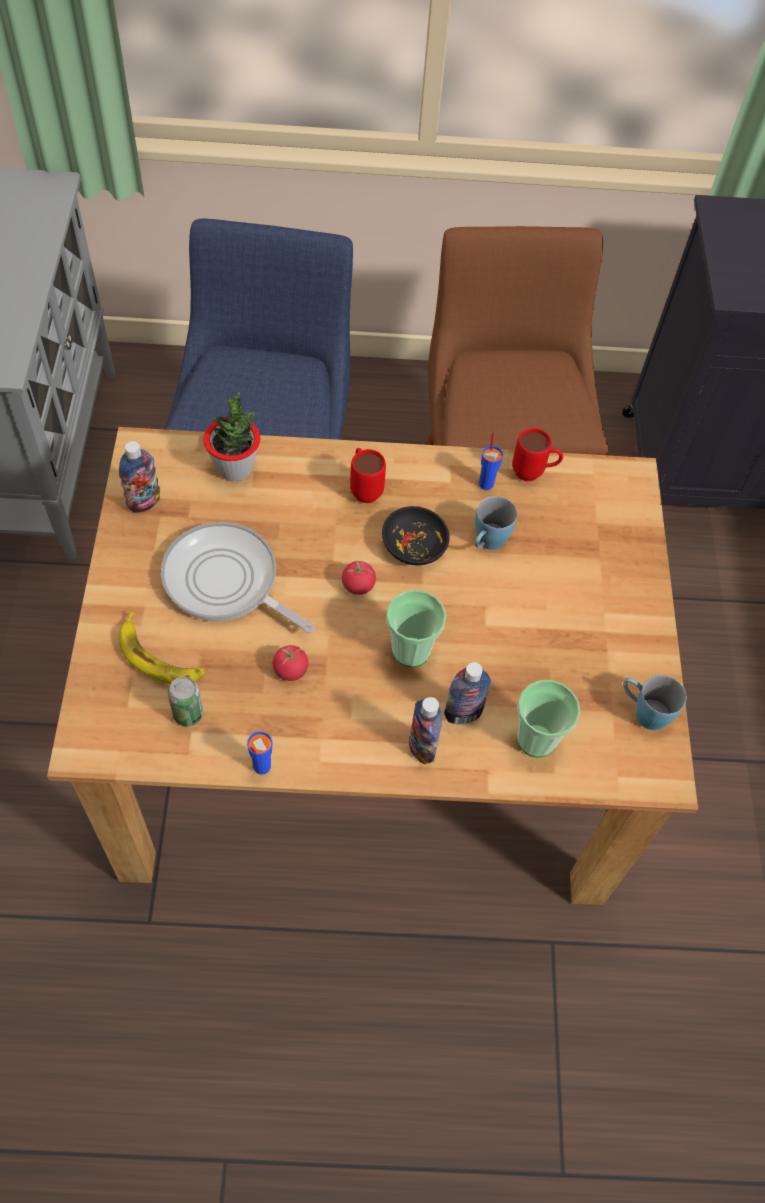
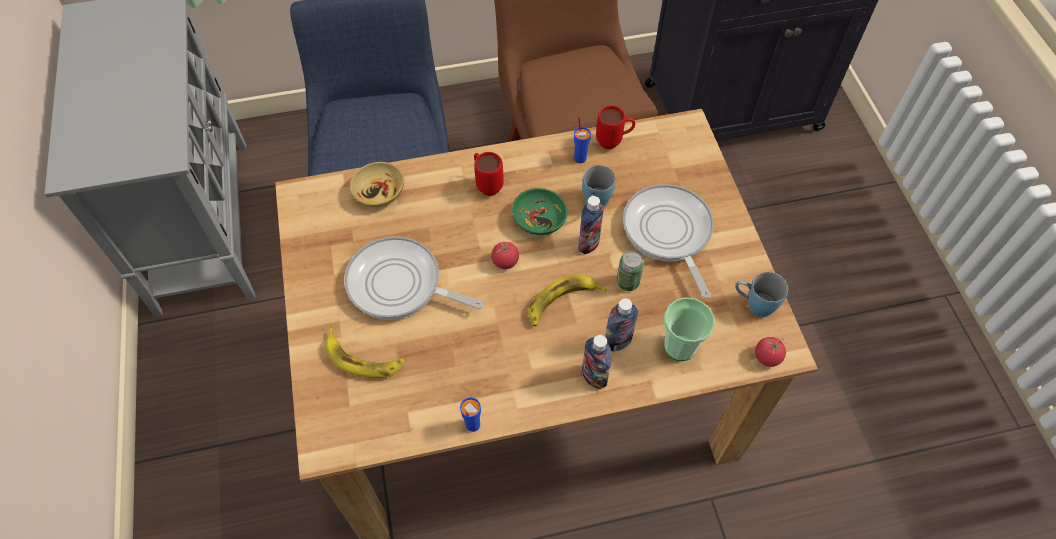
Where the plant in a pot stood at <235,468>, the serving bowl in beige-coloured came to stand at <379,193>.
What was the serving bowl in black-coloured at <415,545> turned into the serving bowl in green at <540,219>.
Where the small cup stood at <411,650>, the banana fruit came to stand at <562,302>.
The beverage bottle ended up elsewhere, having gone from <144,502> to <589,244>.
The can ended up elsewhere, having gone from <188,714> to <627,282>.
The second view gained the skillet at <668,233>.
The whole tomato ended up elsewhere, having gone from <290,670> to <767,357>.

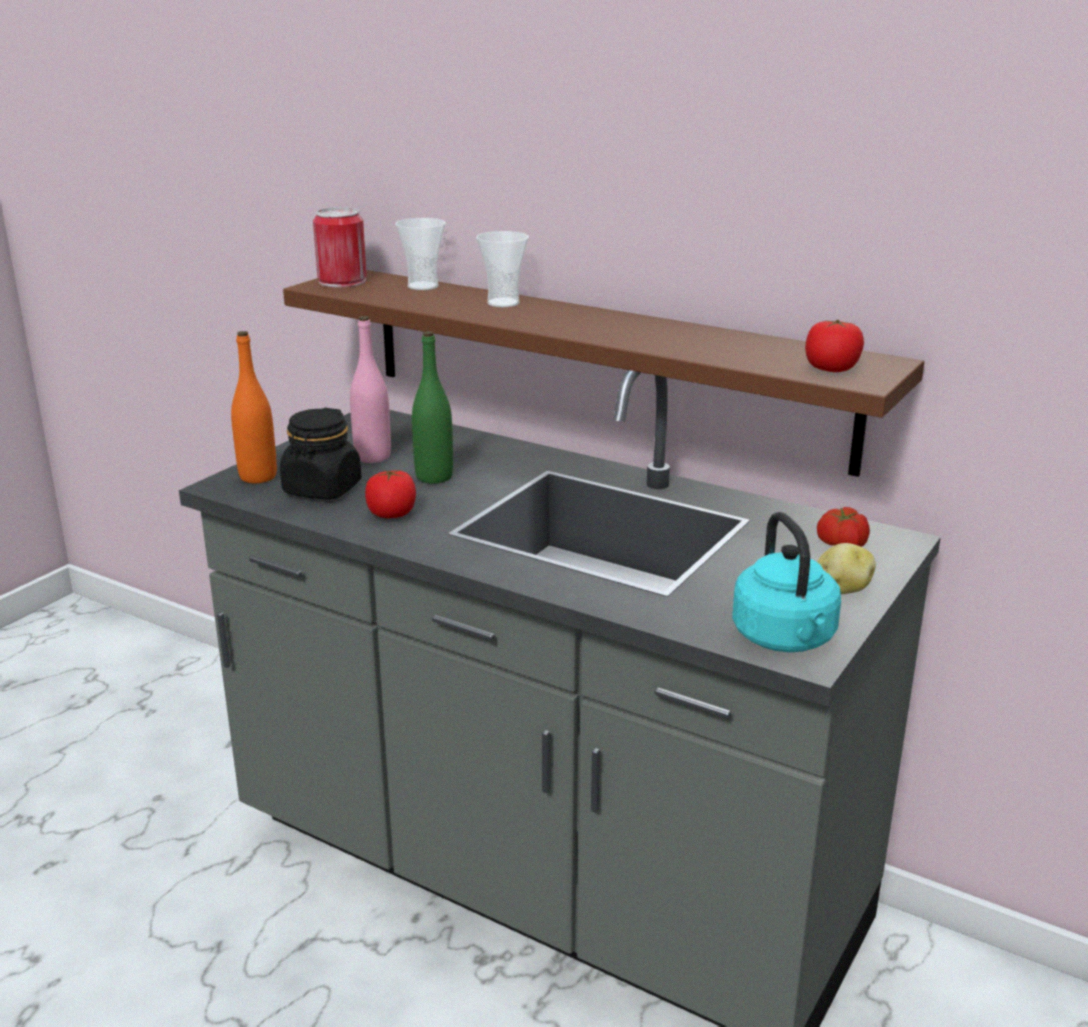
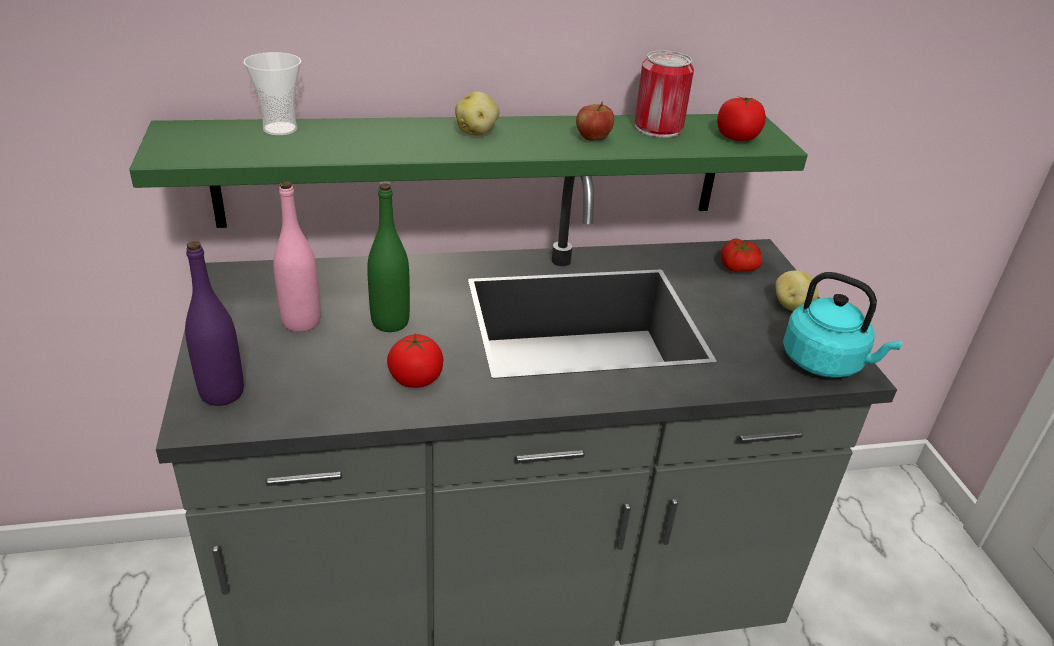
What was the bracket shelf in brownish at <600,364> turned into the bracket shelf in green at <476,168>.
What was the beverage bottle in orangey at <258,477> turned into the beverage bottle in purple-coloured at <222,393>.
The second view gained the whole potato at <477,132>.
The second view gained the apple fruit at <593,138>.
The can ended up elsewhere, having gone from <342,281> to <658,128>.
The second view lost the preserve jar in black-coloured at <322,489>.
The second view lost the small cup at <503,303>.

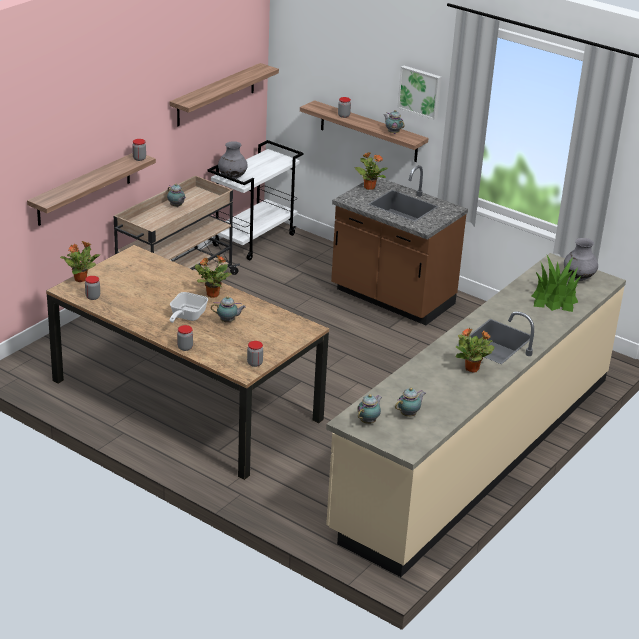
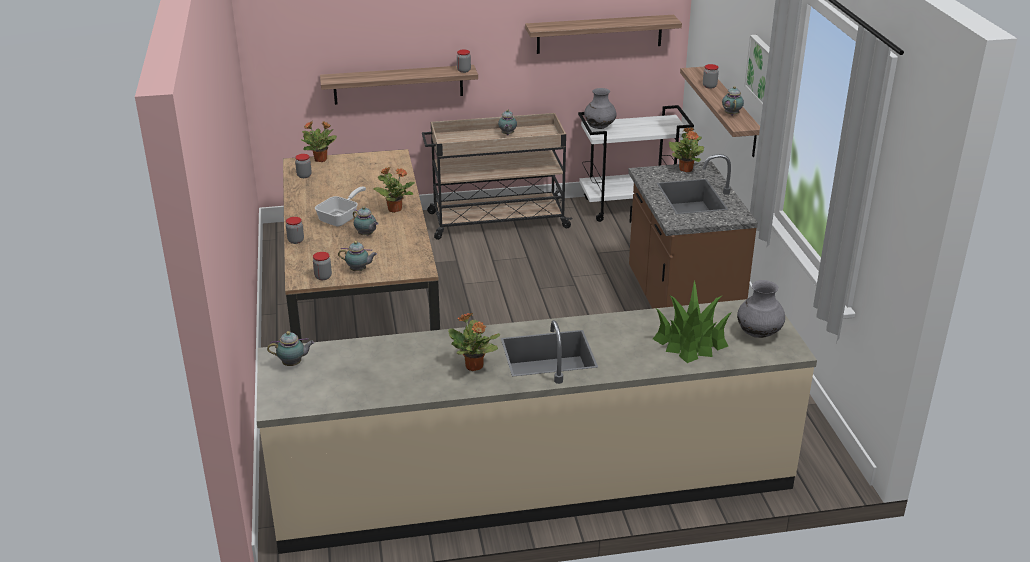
The skillet at <186,317> ended up facing another way, 150 degrees clockwise from before.
The teapot ended up elsewhere, having gone from <409,414> to <359,270>.

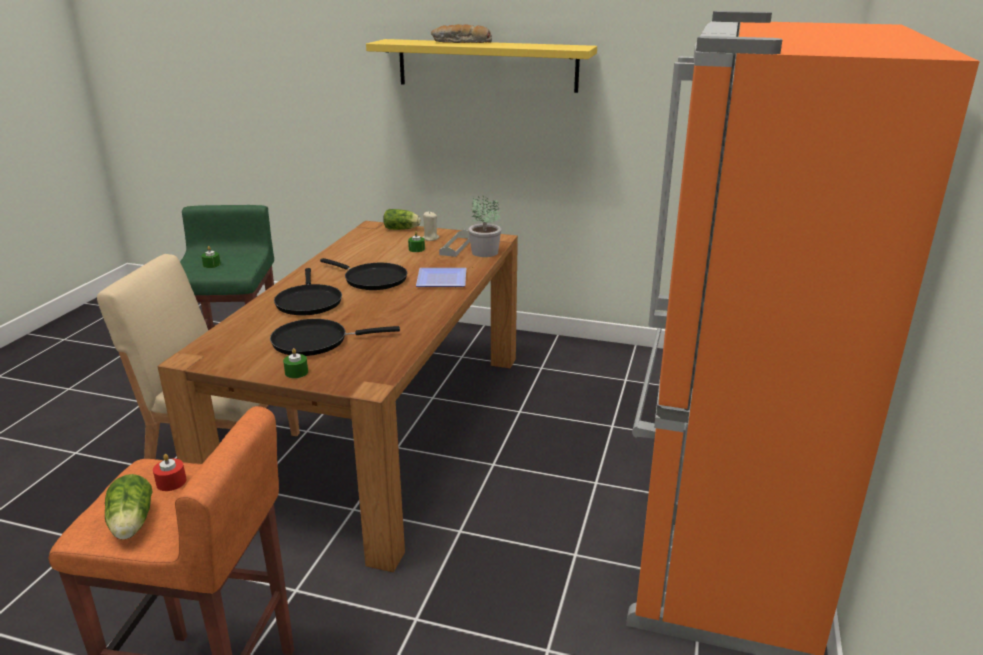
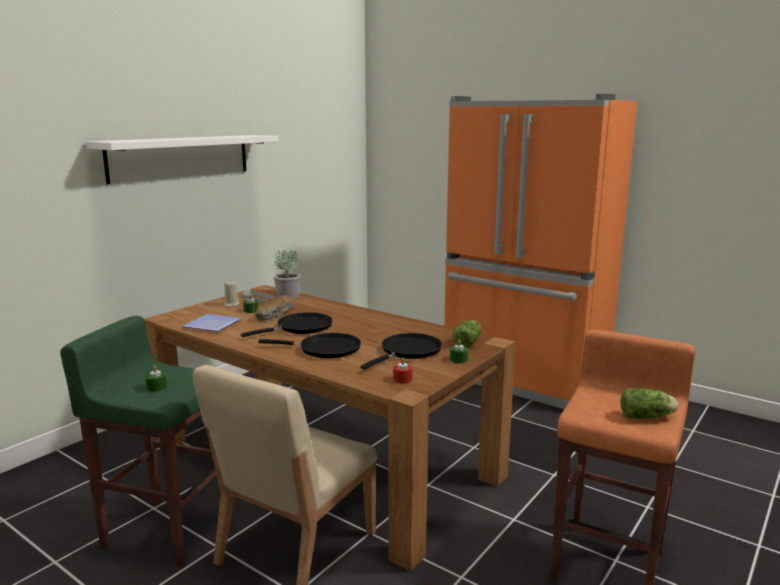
What was the bracket shelf in yellowish at <487,65> turned into the bracket shelf in white at <181,157>.
The flat dish ended up elsewhere, having gone from <440,281> to <212,326>.
The bakery bread ended up elsewhere, having gone from <461,43> to <275,314>.
The skillet in black-coloured at <315,341> ended up facing another way, 150 degrees counterclockwise from before.
The wax candle in red-coloured ended up elsewhere, having gone from <171,482> to <402,379>.
The lettuce head ended up elsewhere, having gone from <402,229> to <468,342>.

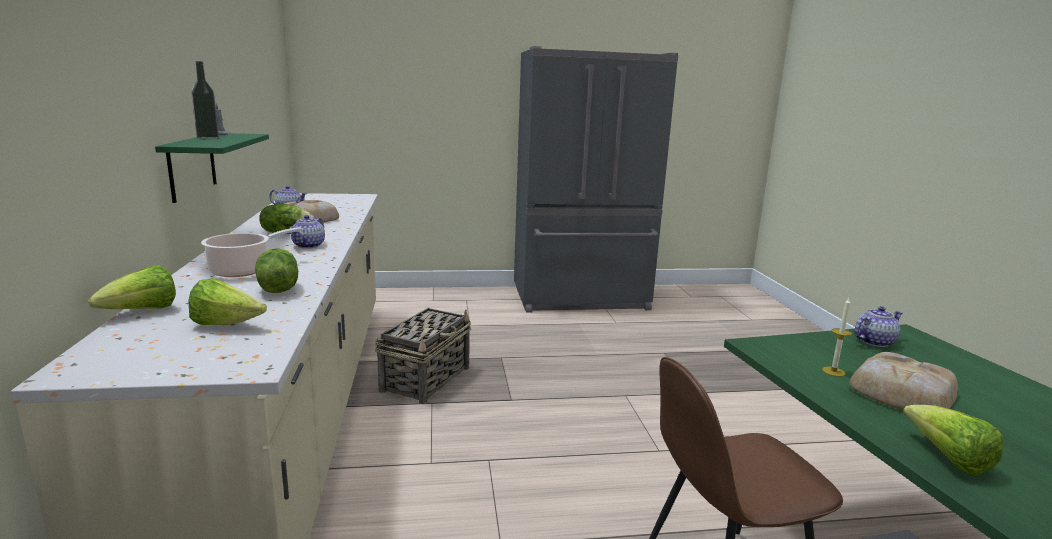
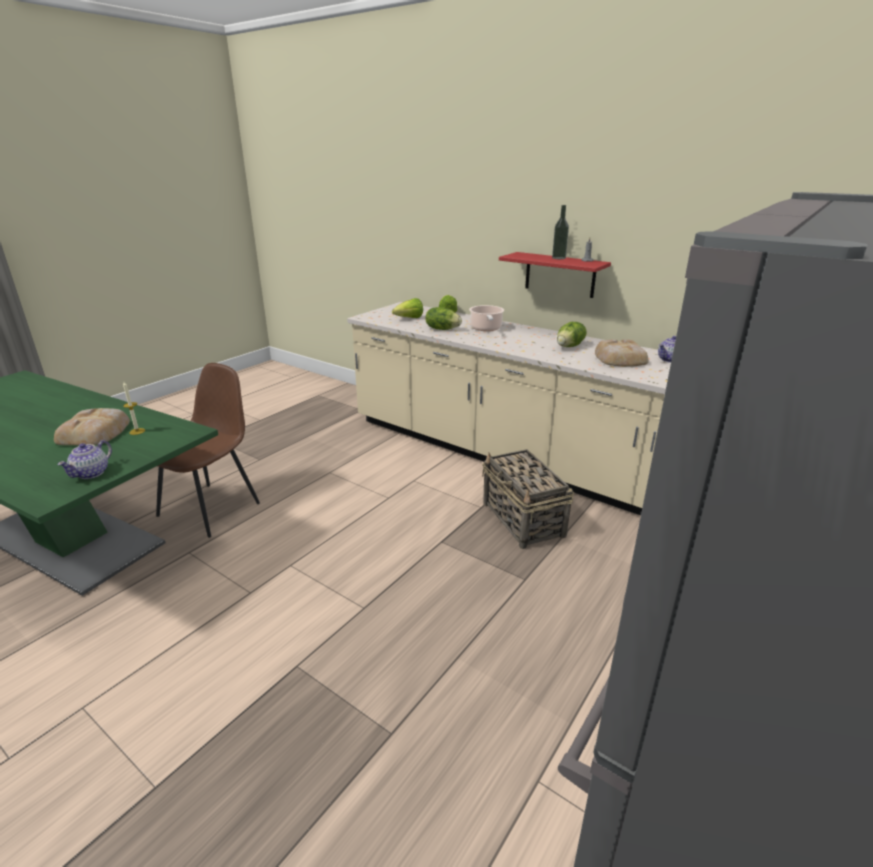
What was the bracket shelf in green at <192,166> turned into the bracket shelf in red-coloured at <560,275>.
The second view lost the teapot at <309,245>.
The second view lost the lettuce head at <948,459>.

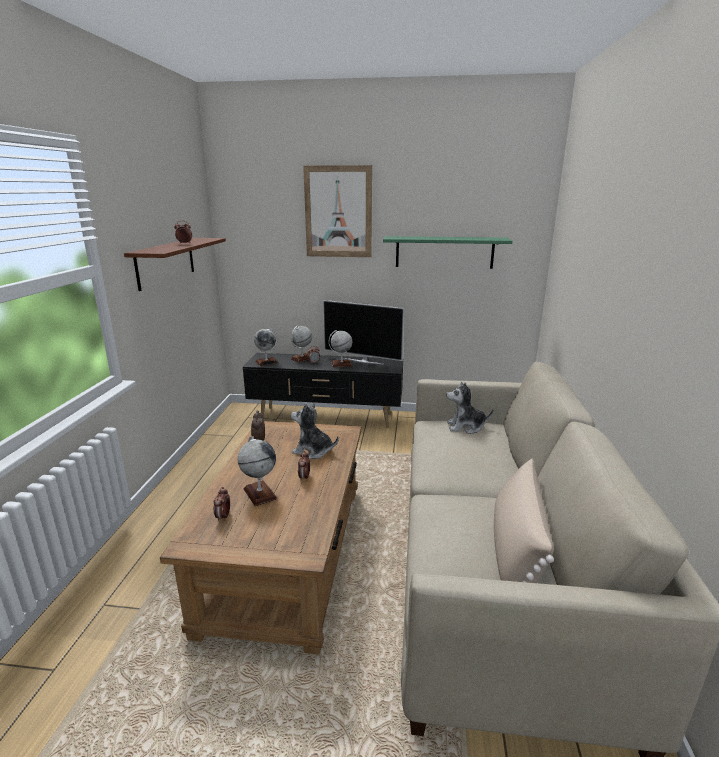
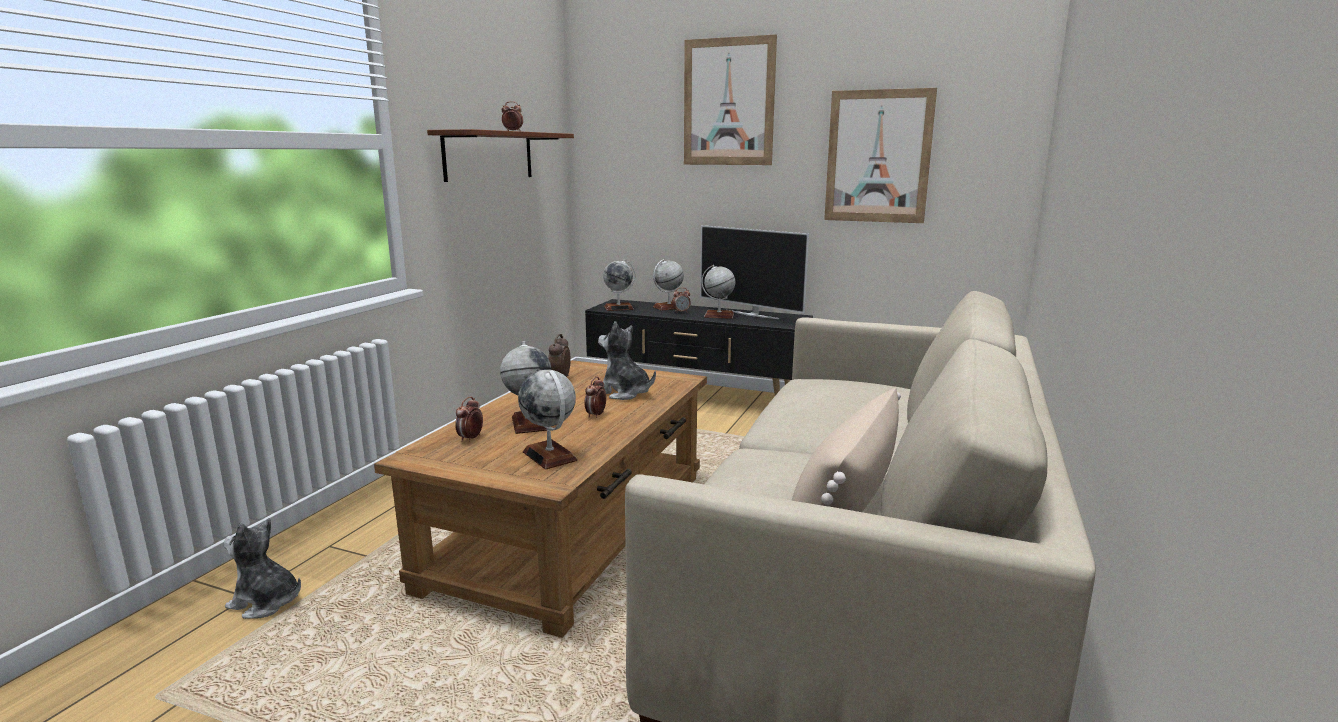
The plush toy ended up elsewhere, having gone from <466,427> to <266,602>.
The second view gained the world globe at <550,456>.
Where the bracket shelf in green hung at <444,252>, the wall picture came to hang at <878,157>.

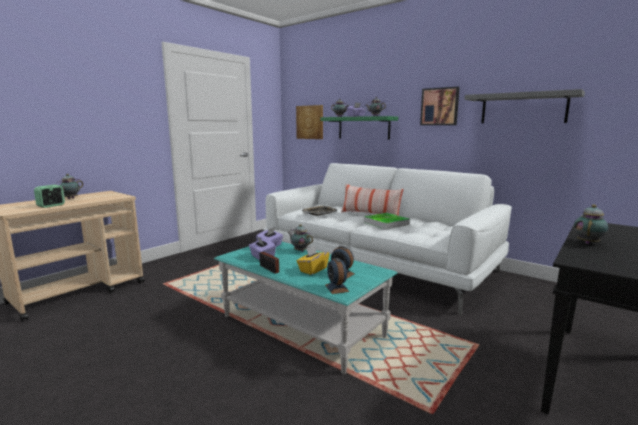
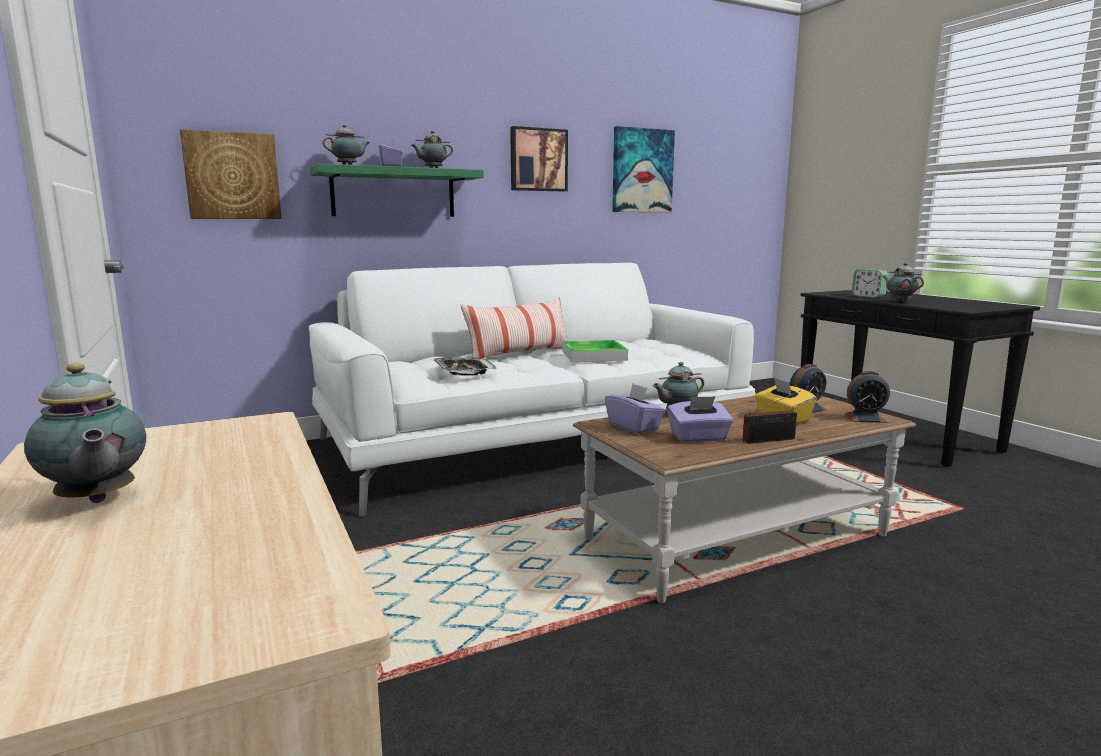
What was the lounge table in blue-green at <301,326> turned into the lounge table in brownish at <737,537>.
Where the bracket shelf in gray hung at <523,108>, the wall picture came to hang at <642,171>.
The table clock ended up elsewhere, having gone from <51,206> to <868,296>.

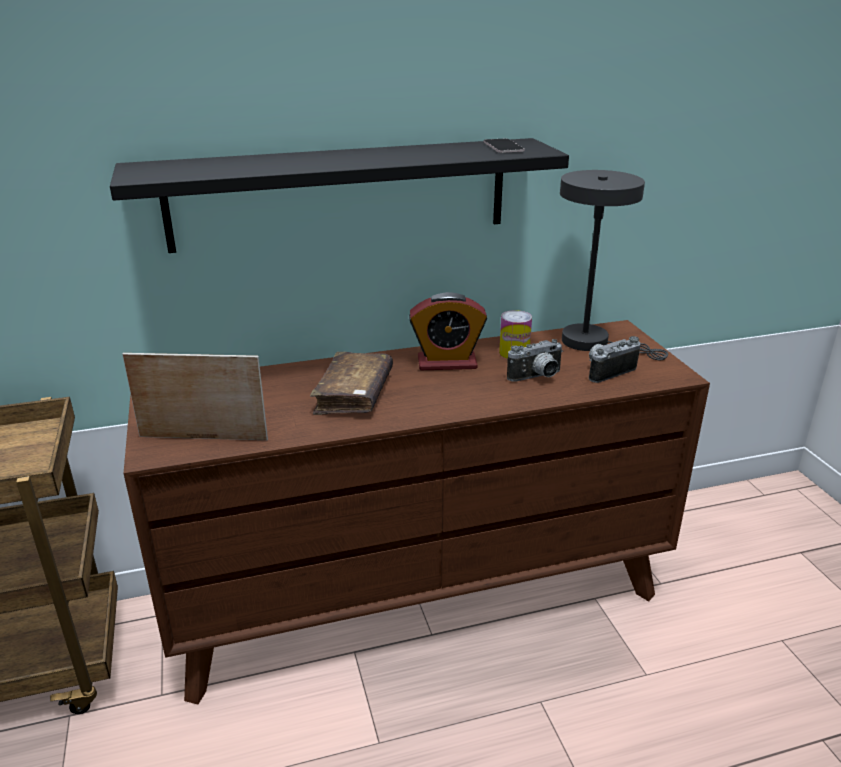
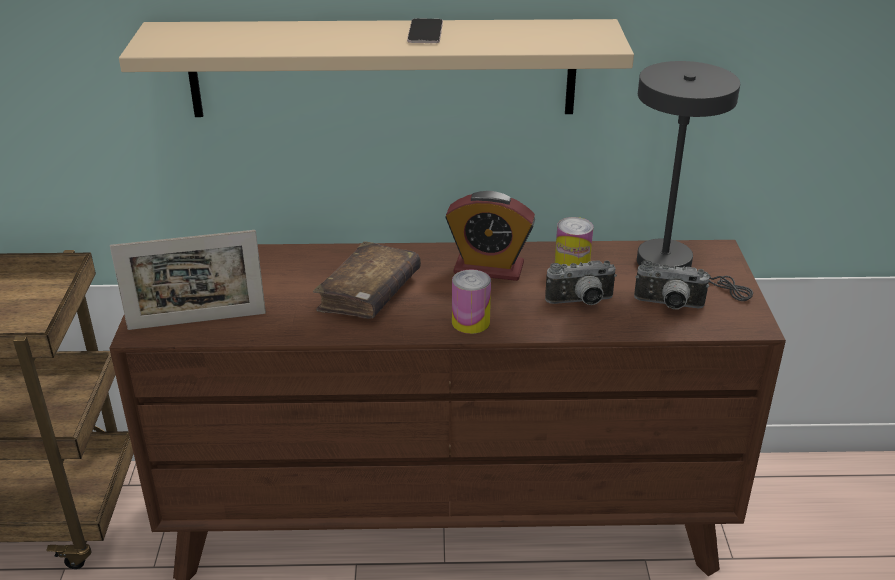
The picture frame at <203,438> ended up facing another way, 150 degrees clockwise from before.
What was the bracket shelf in black-coloured at <340,194> turned into the bracket shelf in beige-coloured at <382,68>.
The handset ended up elsewhere, having gone from <503,147> to <425,32>.
The second view gained the can at <470,322>.
The still camera at <607,371> ended up facing another way, 150 degrees counterclockwise from before.

